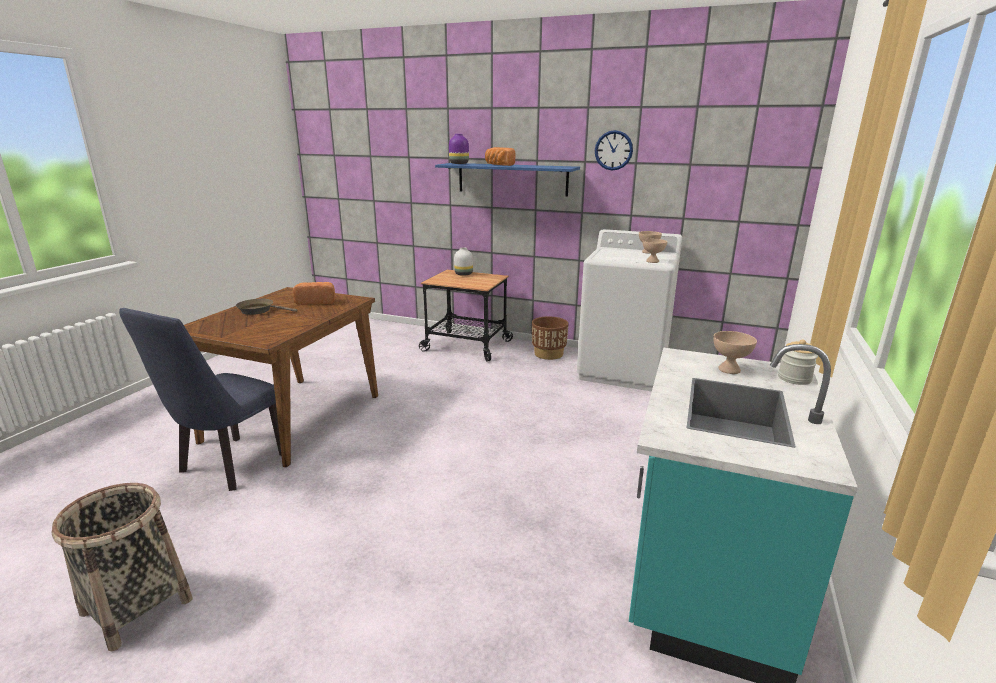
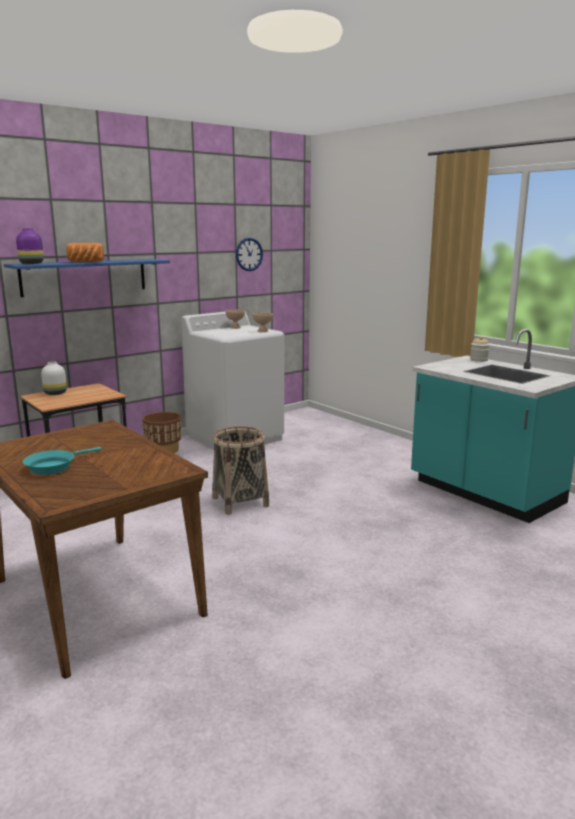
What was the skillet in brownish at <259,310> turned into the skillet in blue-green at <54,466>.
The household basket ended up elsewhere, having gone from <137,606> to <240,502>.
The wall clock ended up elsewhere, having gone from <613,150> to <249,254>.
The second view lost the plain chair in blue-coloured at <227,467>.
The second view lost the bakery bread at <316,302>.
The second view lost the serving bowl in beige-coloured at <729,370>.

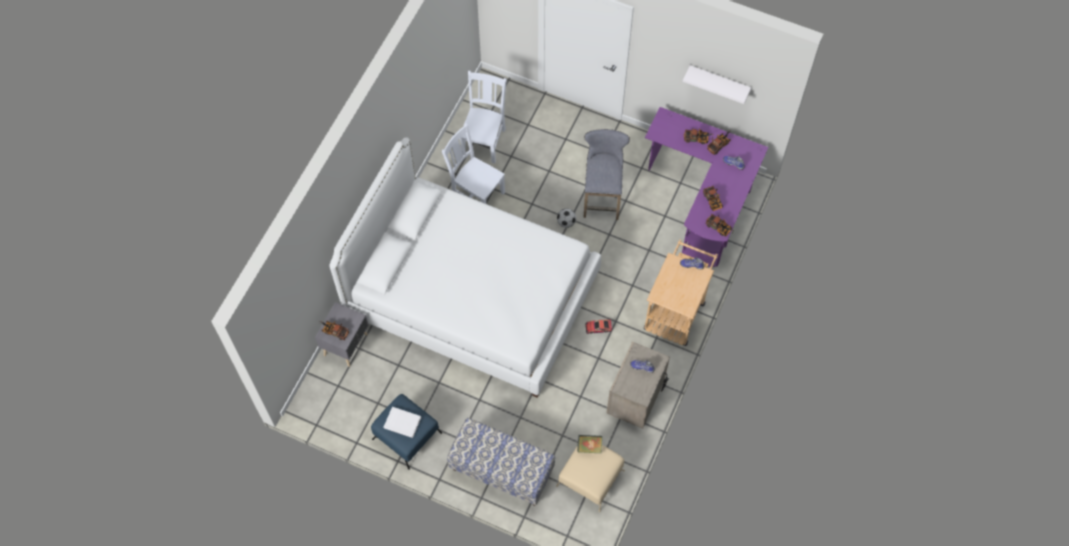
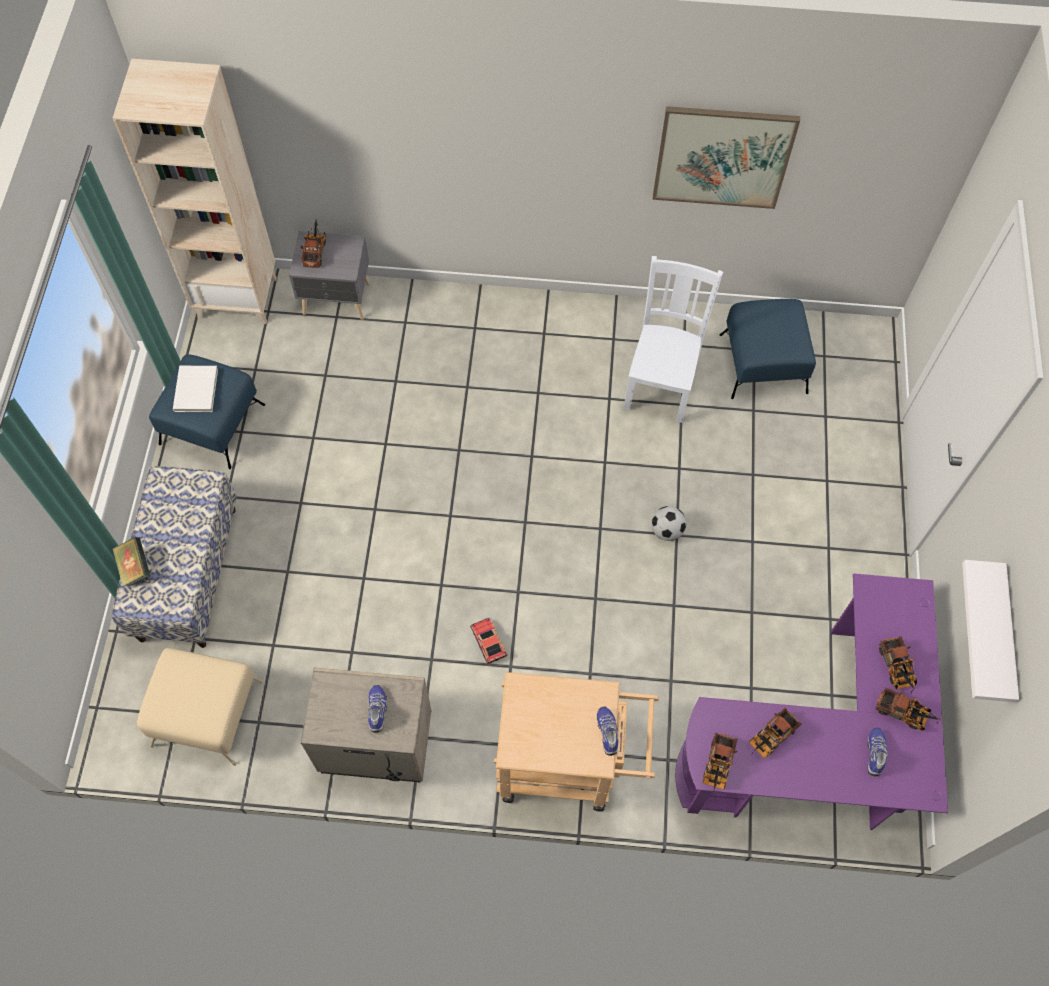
The second view gained the bookshelf in beige-coloured at <238,297>.
The book ended up elsewhere, having gone from <589,447> to <135,567>.
The second view gained the wall picture at <722,157>.
Where the plain chair in white stood at <484,141>, the pouffe in blue-coloured came to stand at <763,364>.
The second view lost the sleeping bed in white at <472,295>.
The second view lost the stool seat in gray at <602,195>.

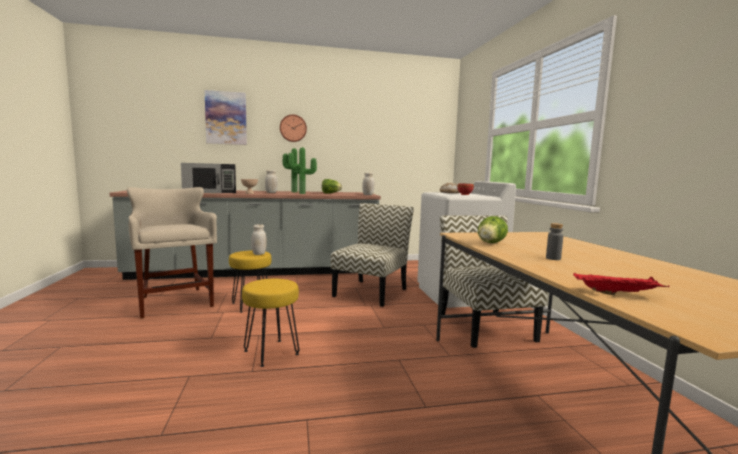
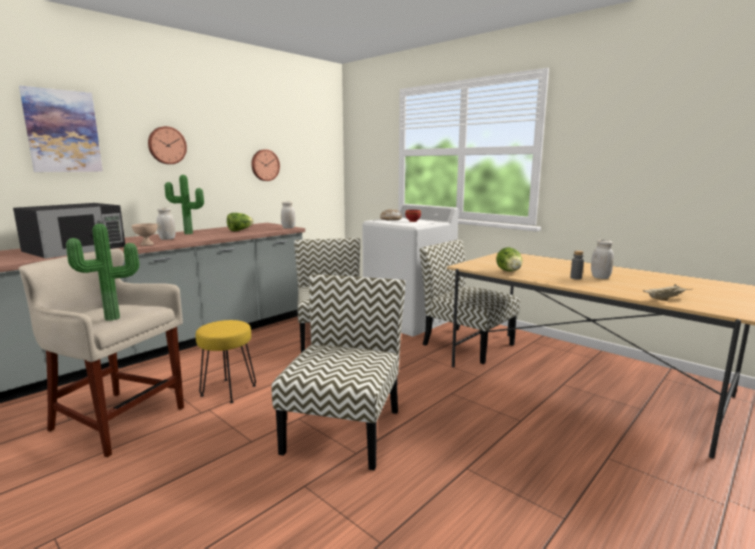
The plant in a pot ended up elsewhere, having gone from <302,193> to <113,319>.
The second view gained the wall clock at <264,165>.
Where the stool seat in yellowish stood at <272,352>, the plain chair came to stand at <343,429>.
The preserve jar in white ended up elsewhere, having gone from <259,254> to <600,277>.
What was the serving tray in red-coloured at <617,294> turned into the serving tray in beige-coloured at <665,299>.

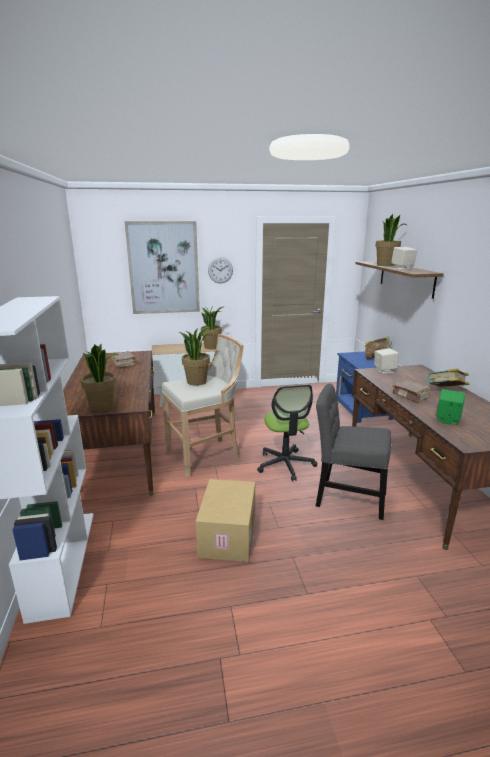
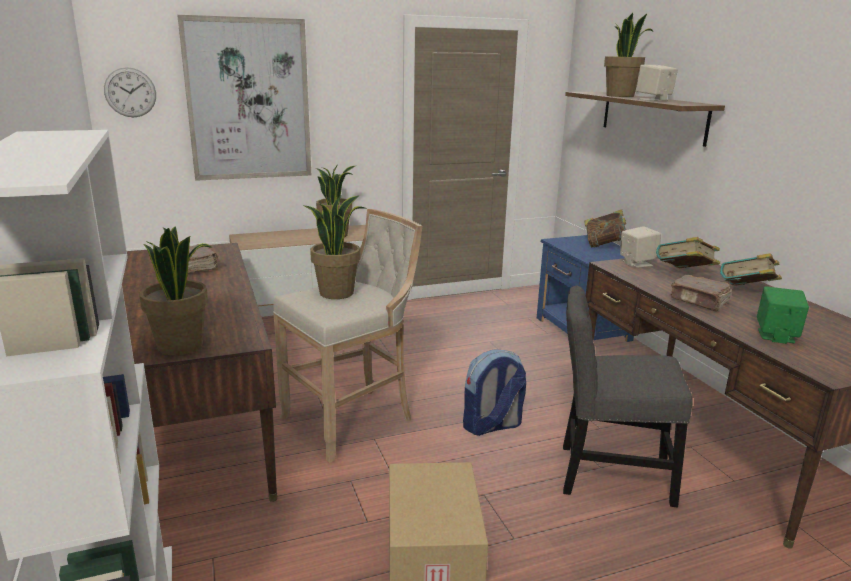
The wall clock ended up elsewhere, having gone from <220,270> to <130,92>.
Where the desk chair stood at <285,464>, the knapsack came to stand at <492,426>.
The second view gained the book at <684,274>.

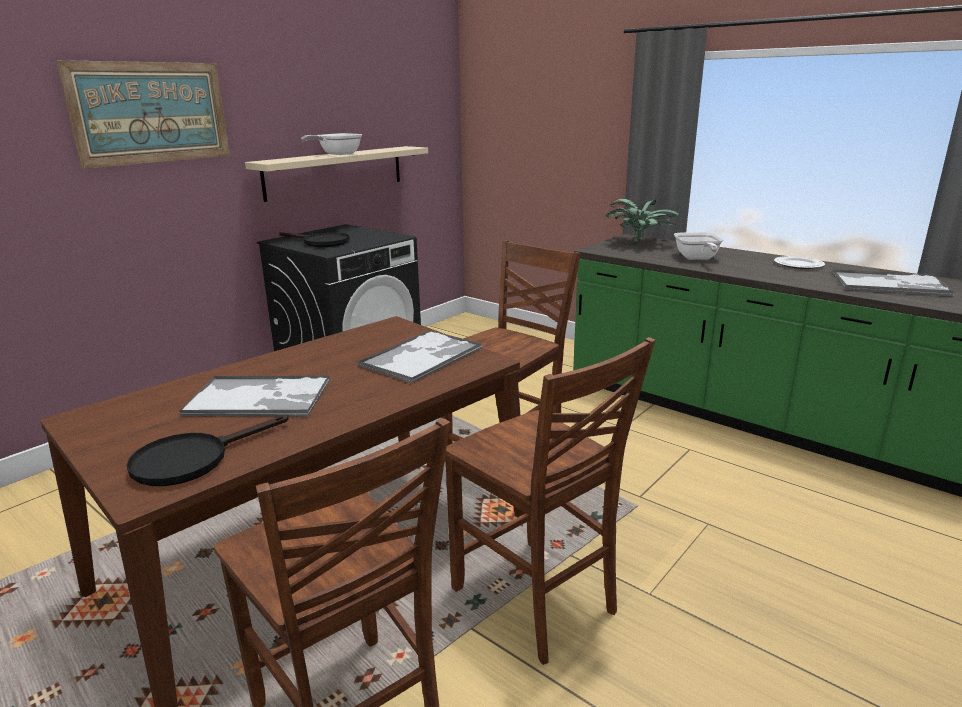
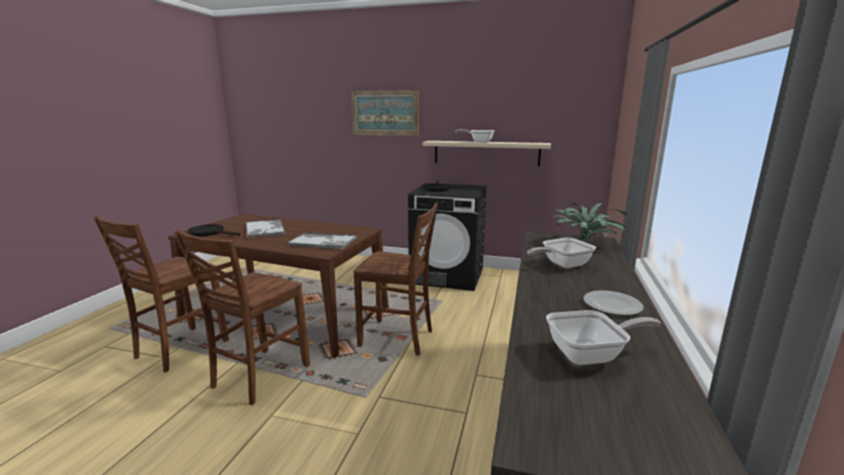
Where the serving tray stood at <890,284>, the skillet came to stand at <591,355>.

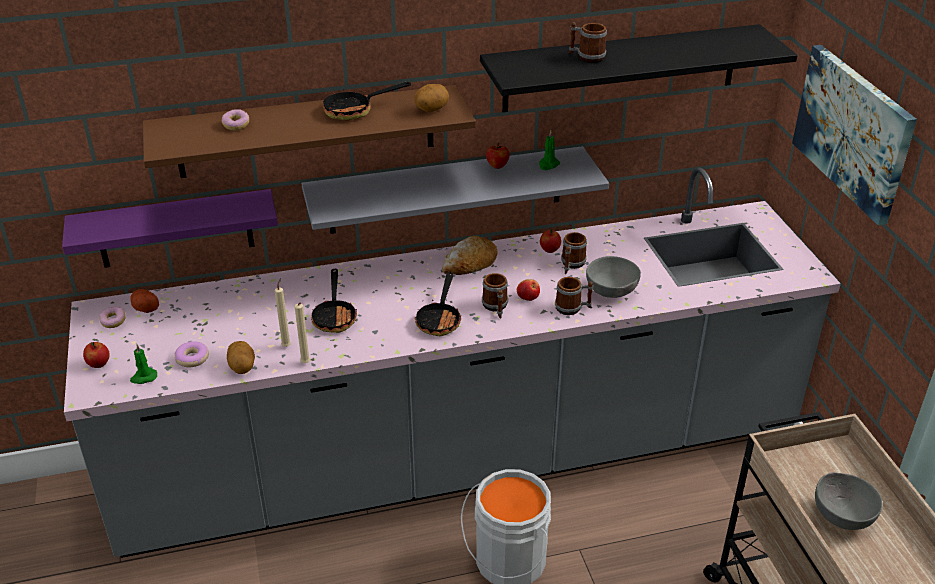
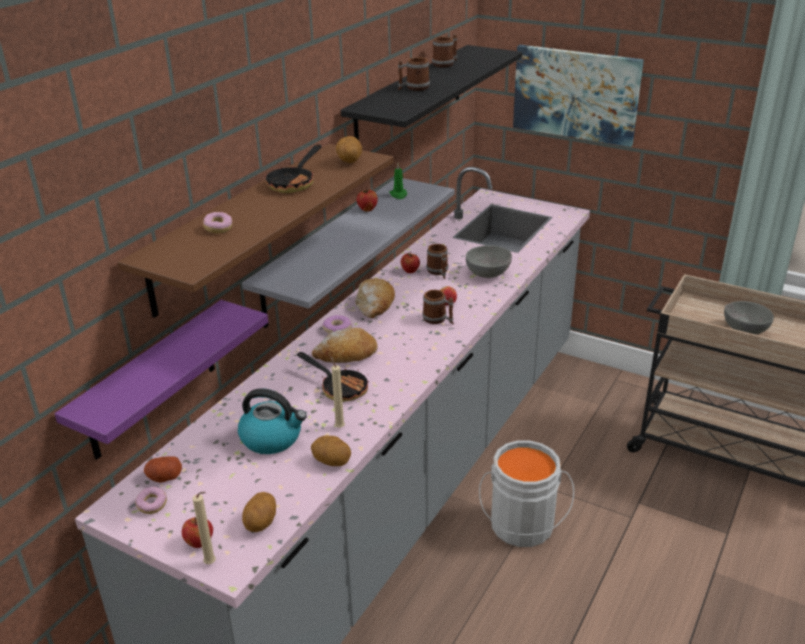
The wax candle in beige-coloured ended up elsewhere, having gone from <306,364> to <212,564>.
The second view gained the water kettle at <272,438>.
Where the wax candle in green stood at <143,377>, the whole potato came to stand at <261,523>.
The second view gained the bakery bread at <346,355>.
The ring doughnut ended up elsewhere, having gone from <192,358> to <337,329>.
The tea mug ended up elsewhere, having gone from <573,308> to <446,64>.
The second view lost the skillet at <440,319>.

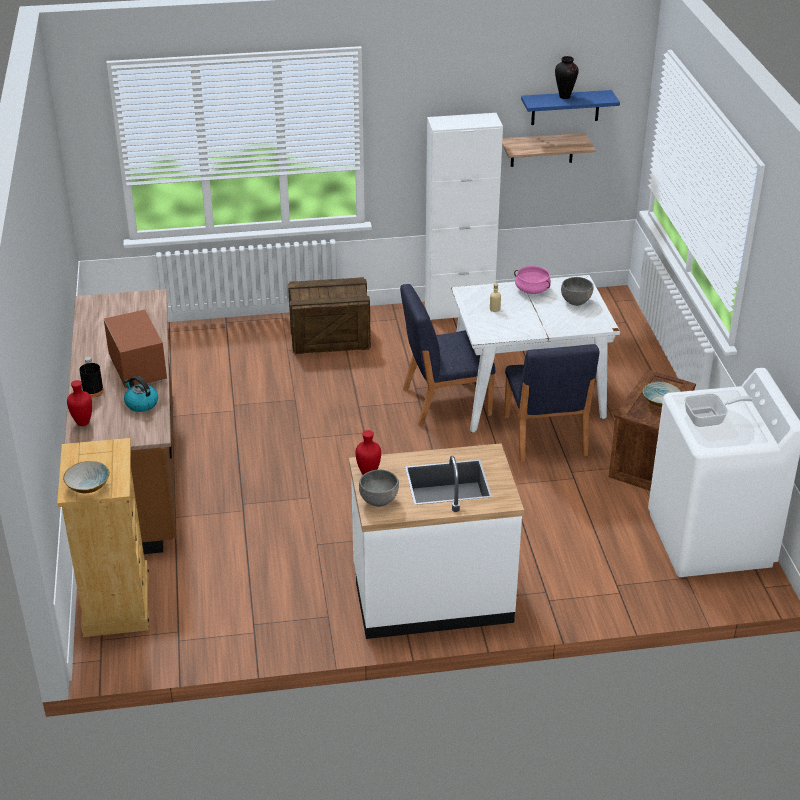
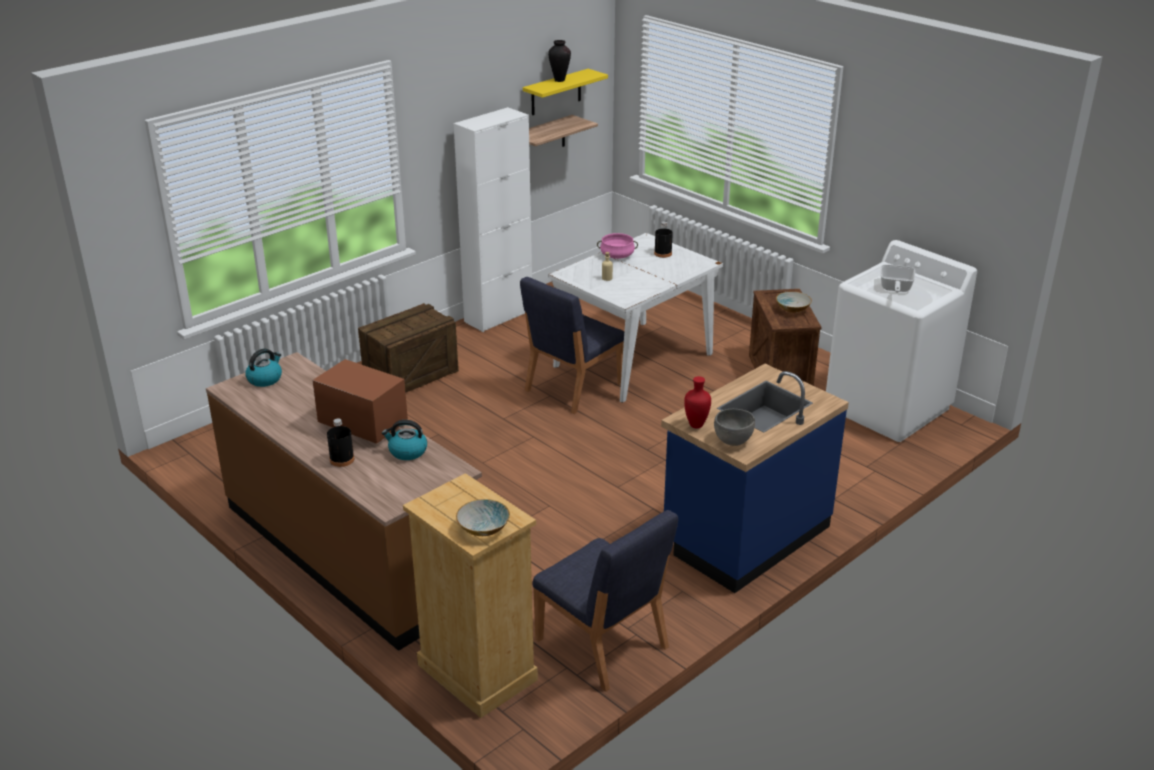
The second view gained the water kettle at <265,379>.
What was the bracket shelf in blue-coloured at <565,107> turned into the bracket shelf in yellowish at <556,92>.
The plain chair in blue-coloured ended up elsewhere, having gone from <544,436> to <602,644>.
Where the serving bowl in gray stood at <576,302>, the beverage bottle in black-coloured came to stand at <663,253>.
What was the counter in white at <432,596> turned into the counter in blue-coloured at <745,536>.
The skillet at <709,419> ended up facing another way, 150 degrees clockwise from before.
The second view lost the decorative vase in red-coloured at <82,423>.

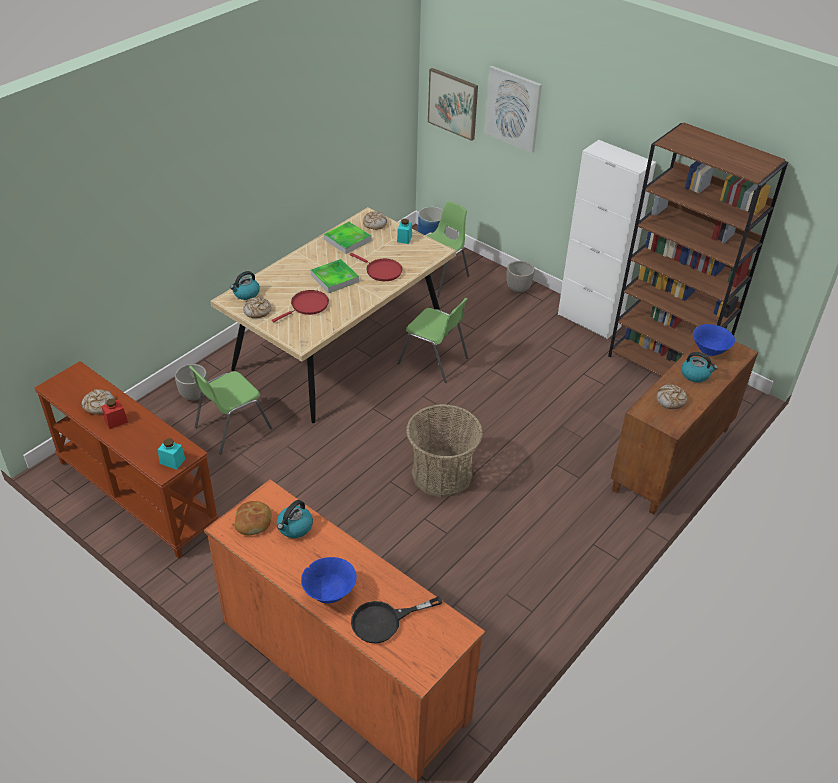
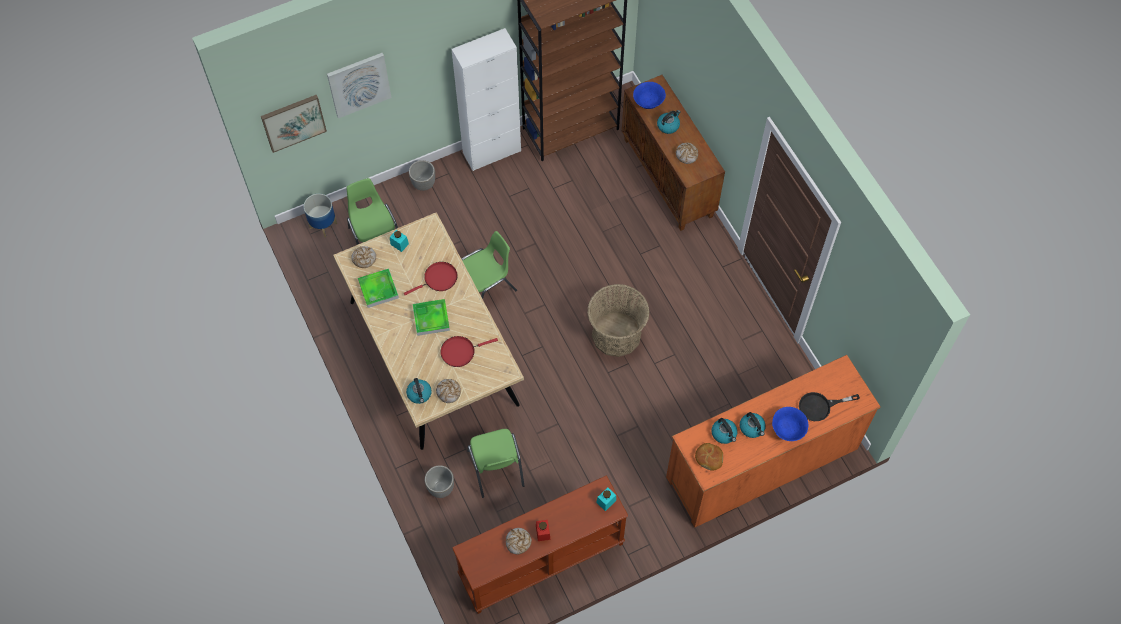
The skillet in red-coloured at <307,306> ended up facing another way, 90 degrees counterclockwise from before.
The second view gained the water kettle at <752,428>.
The skillet in black-coloured at <384,621> ended up facing another way, 75 degrees clockwise from before.

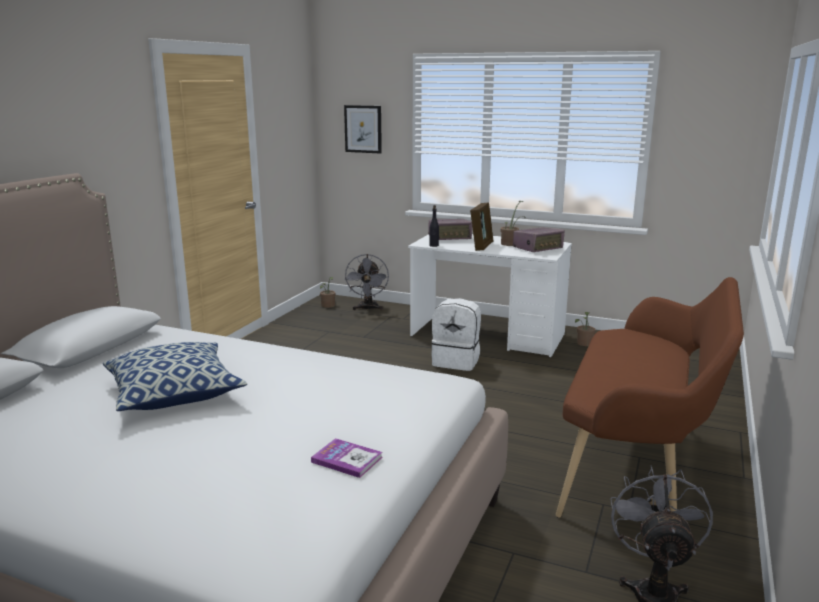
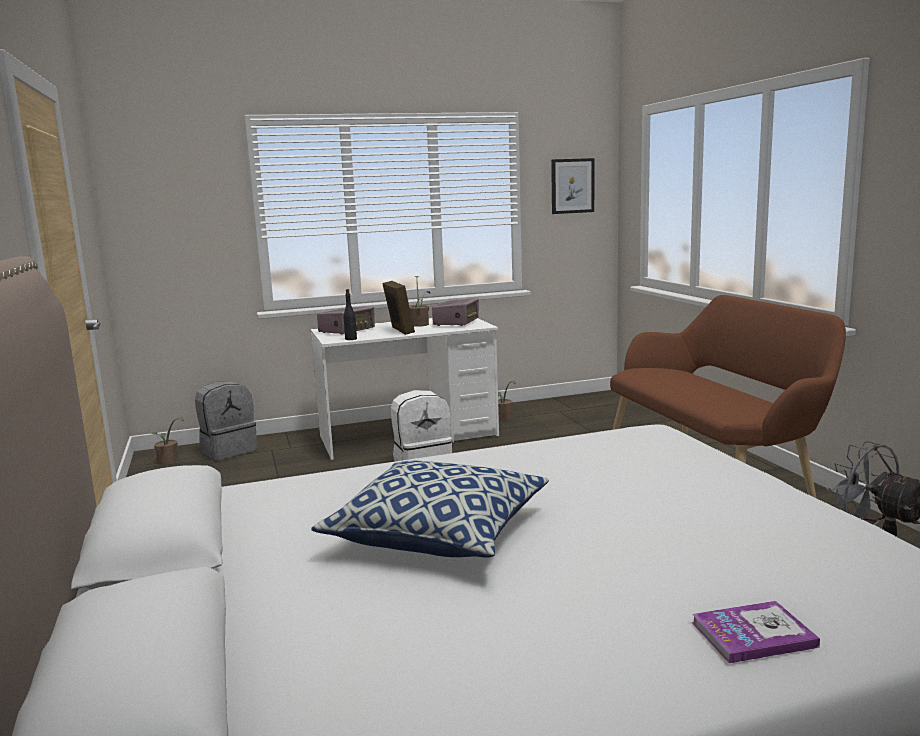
Where the fan in gray stood at <368,309>, the knapsack in gray came to stand at <228,450>.
The wall picture ended up elsewhere, having gone from <363,129> to <572,186>.
The book ended up elsewhere, having gone from <347,459> to <753,634>.

